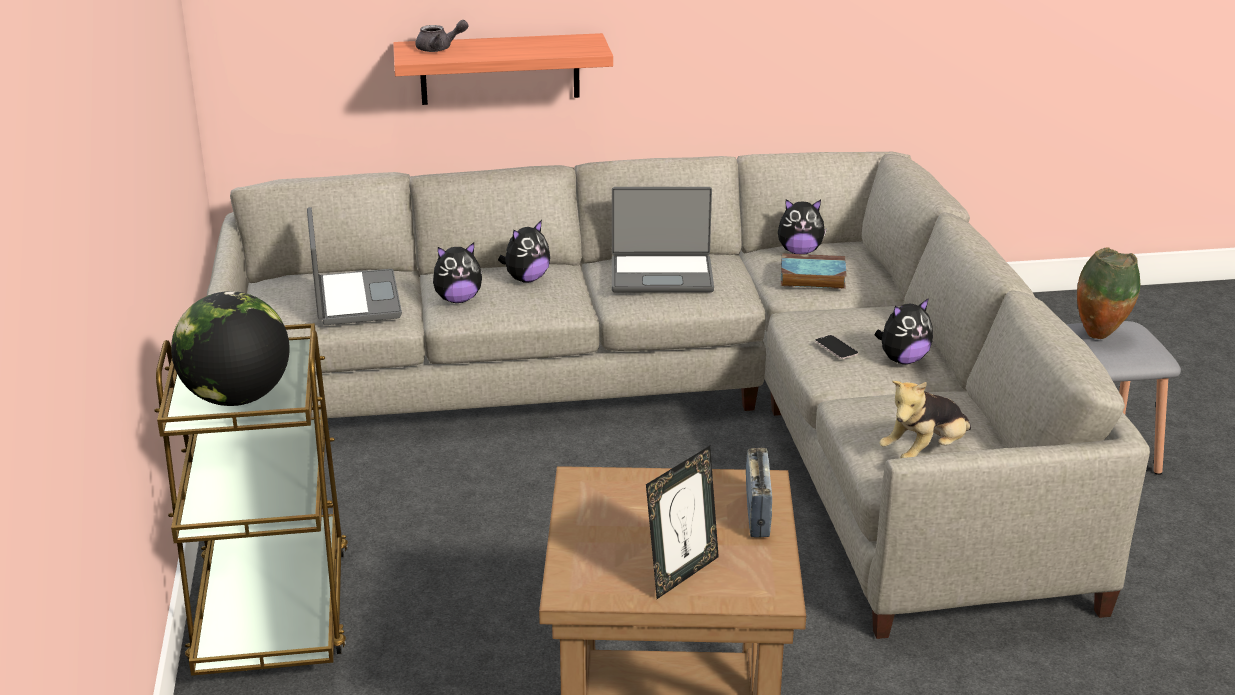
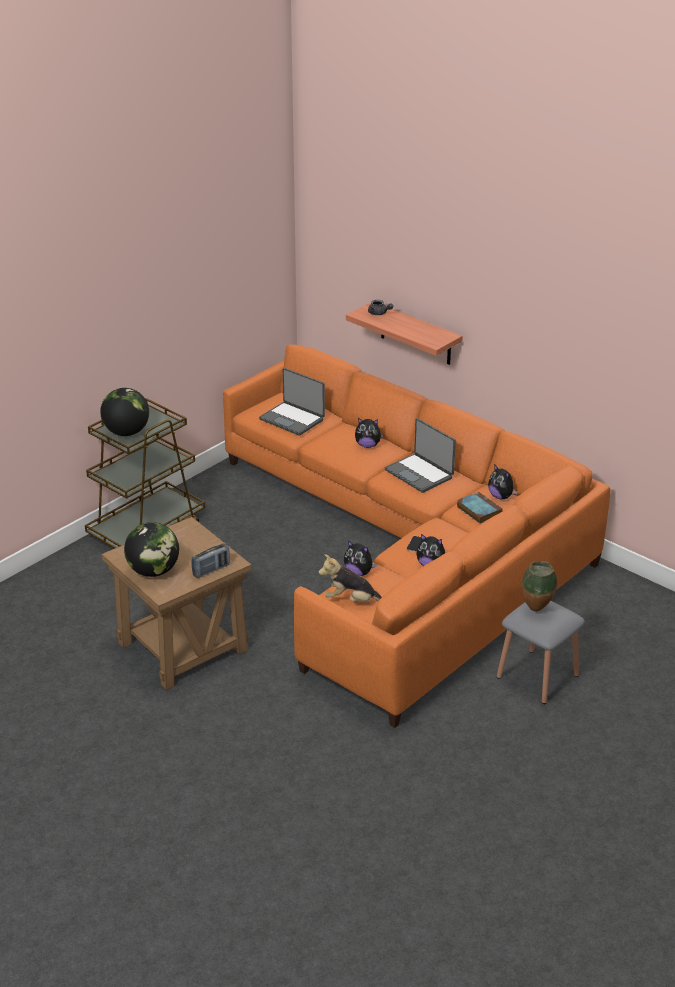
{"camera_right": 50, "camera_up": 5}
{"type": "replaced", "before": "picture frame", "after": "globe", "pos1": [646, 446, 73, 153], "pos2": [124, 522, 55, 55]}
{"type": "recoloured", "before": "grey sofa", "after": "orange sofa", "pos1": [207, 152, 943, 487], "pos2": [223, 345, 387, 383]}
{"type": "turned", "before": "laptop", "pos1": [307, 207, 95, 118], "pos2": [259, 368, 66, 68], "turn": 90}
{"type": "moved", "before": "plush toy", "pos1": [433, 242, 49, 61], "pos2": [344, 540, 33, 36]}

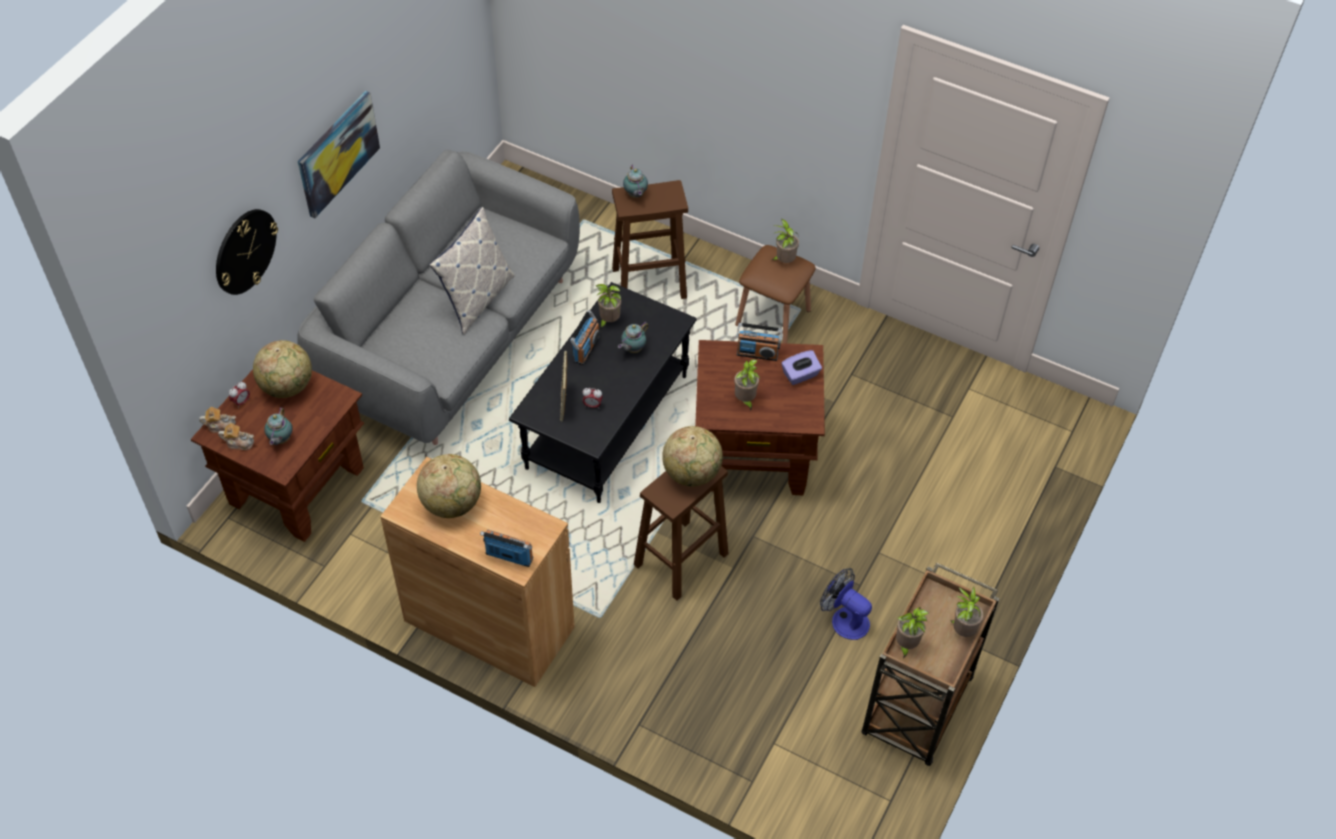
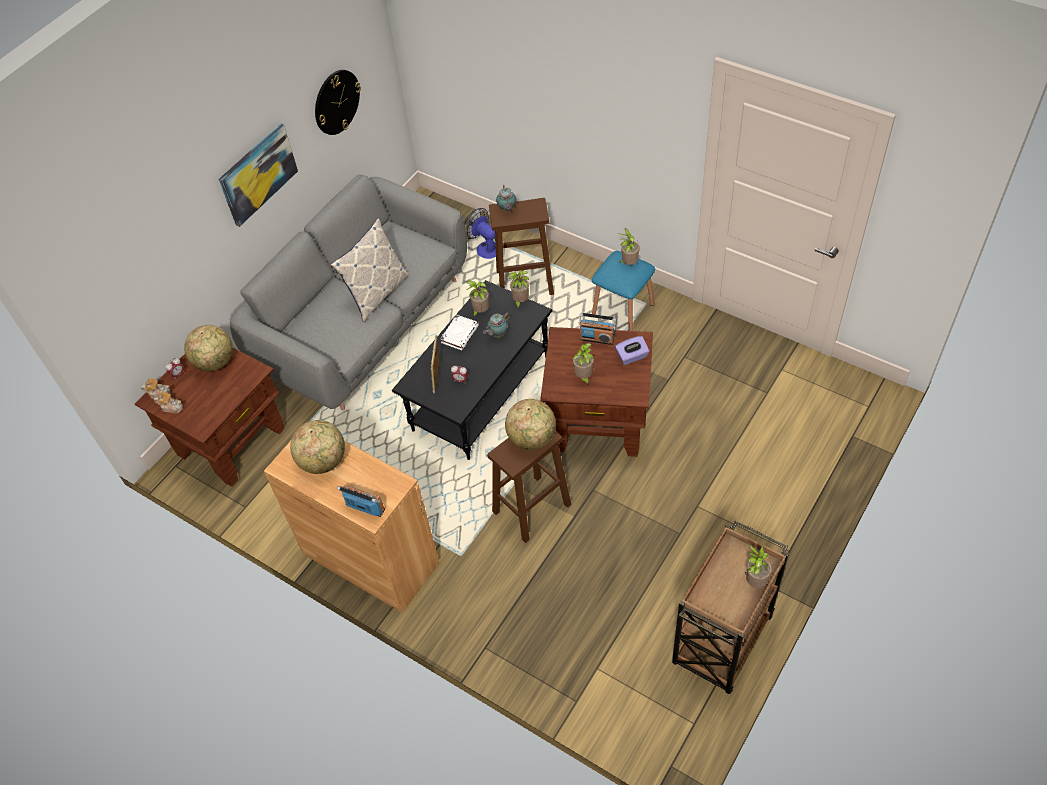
{"camera_right": 10, "camera_up": 0}
{"type": "moved", "before": "wall clock", "pos1": [216, 209, 62, 86], "pos2": [315, 70, 46, 65]}
{"type": "replaced", "before": "radio", "after": "white book", "pos1": [570, 310, 30, 55], "pos2": [440, 315, 39, 35]}
{"type": "moved", "before": "fan", "pos1": [820, 568, 52, 72], "pos2": [464, 208, 32, 51]}
{"type": "moved", "before": "potted plant", "pos1": [896, 607, 33, 51], "pos2": [508, 270, 21, 39]}
{"type": "recoloured", "before": "brown stool", "after": "blue stool", "pos1": [735, 245, 81, 99], "pos2": [592, 251, 63, 80]}
{"type": "removed", "before": "teapot", "pos1": [264, 408, 29, 37]}

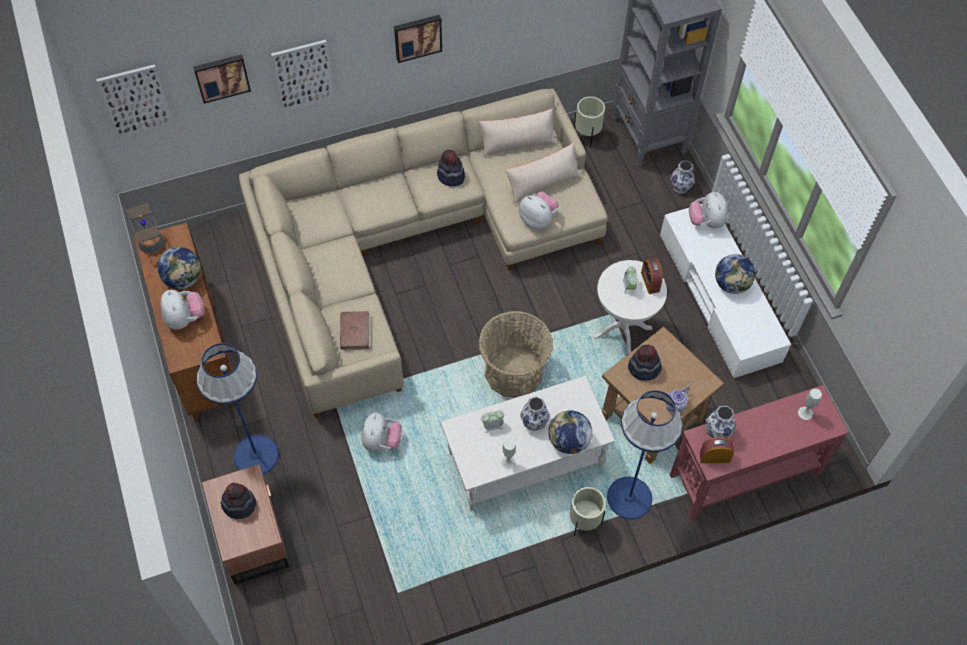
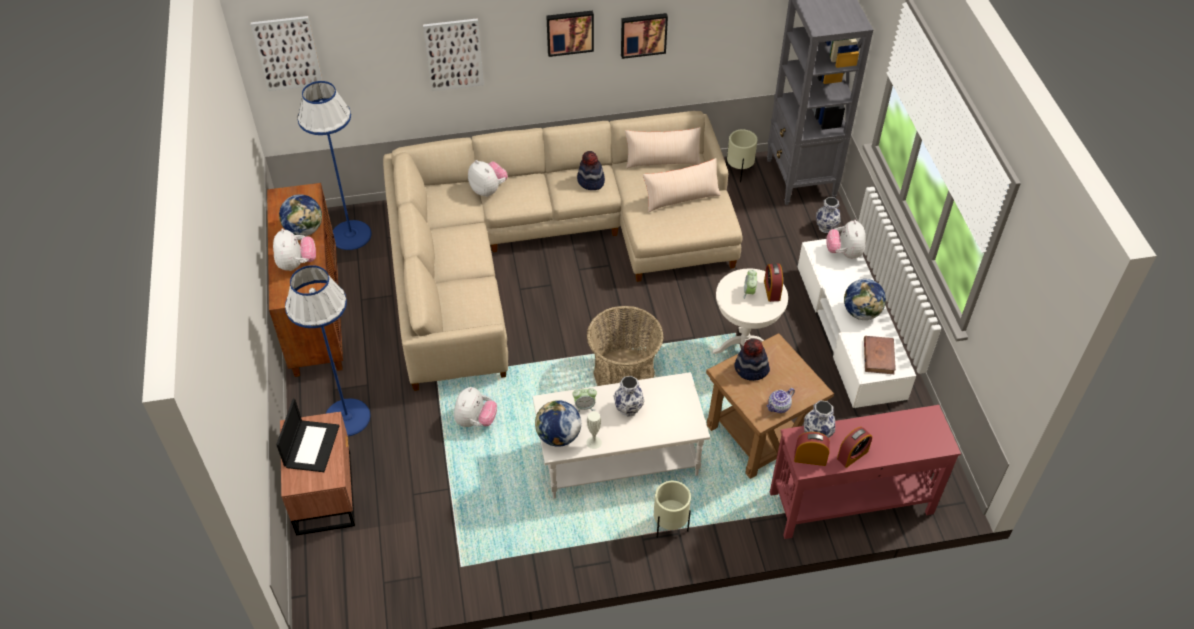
{"camera_right": 10, "camera_up": -10}
{"type": "replaced", "before": "hat", "after": "laptop", "pos1": [221, 483, 35, 36], "pos2": [276, 399, 63, 73]}
{"type": "moved", "before": "blue floor lamp", "pos1": [607, 390, 76, 129], "pos2": [297, 81, 75, 169]}
{"type": "moved", "before": "plush toy", "pos1": [519, 191, 40, 38], "pos2": [468, 160, 40, 37]}
{"type": "moved", "before": "globe", "pos1": [548, 410, 45, 44], "pos2": [535, 400, 46, 47]}
{"type": "moved", "before": "picture", "pos1": [193, 54, 58, 50], "pos2": [621, 13, 47, 46]}
{"type": "added", "after": "alarm clock", "pos2": [837, 427, 35, 41]}
{"type": "moved", "before": "brown book", "pos1": [340, 311, 30, 39], "pos2": [864, 336, 32, 38]}
{"type": "removed", "before": "table lamp", "pos1": [126, 201, 38, 53]}
{"type": "removed", "before": "white vase", "pos1": [798, 389, 24, 31]}

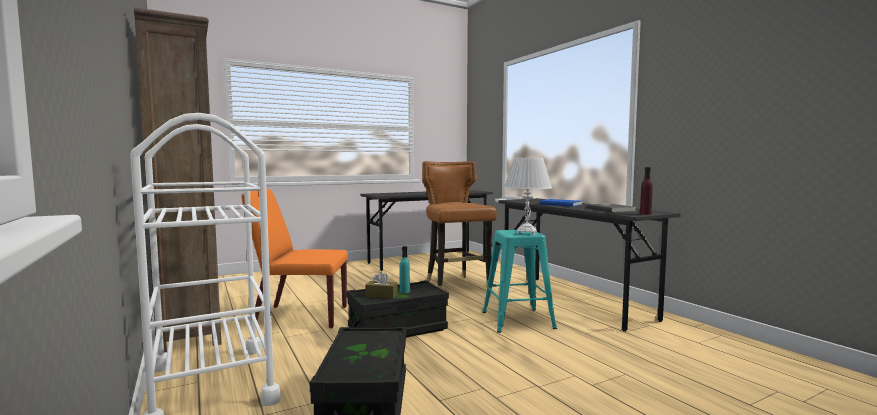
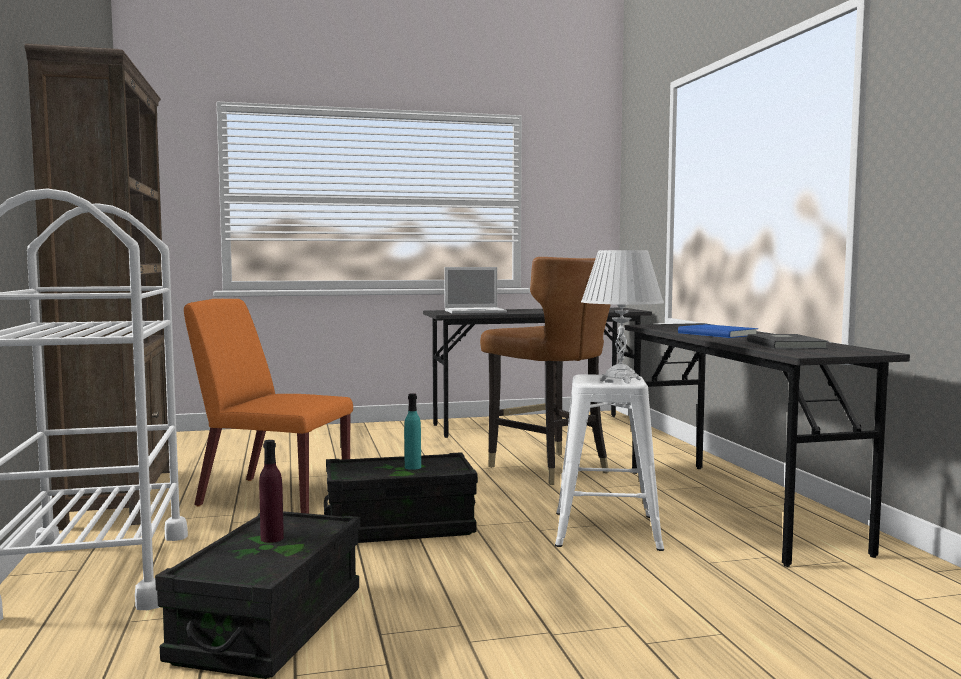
{"camera_right": 15, "camera_up": 0}
{"type": "moved", "before": "purple bottle", "pos1": [640, 167, 13, 48], "pos2": [259, 440, 25, 103]}
{"type": "added", "after": "laptop", "pos2": [444, 267, 63, 47]}
{"type": "turned", "before": "brown chair", "pos1": [422, 161, 75, 128], "pos2": [480, 257, 131, 228], "turn": 150}
{"type": "recoloured", "before": "turquoise stool", "after": "white stool", "pos1": [482, 230, 75, 103], "pos2": [555, 374, 109, 177]}
{"type": "removed", "before": "brown tissue box", "pos1": [365, 272, 33, 27]}

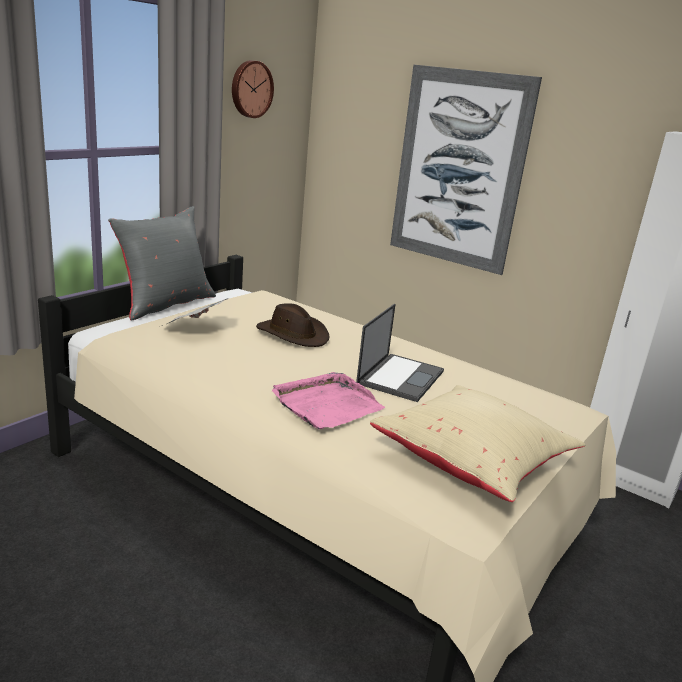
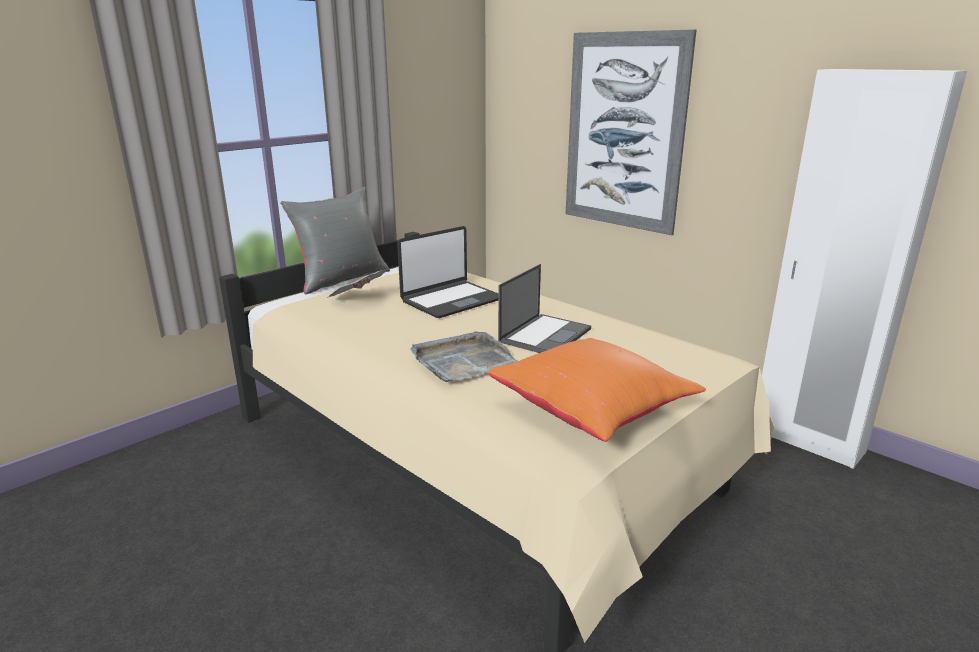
{"camera_right": 10, "camera_up": 0}
{"type": "replaced", "before": "brown hat", "after": "laptop", "pos1": [256, 303, 73, 44], "pos2": [397, 226, 101, 92]}
{"type": "recoloured", "before": "pink tray", "after": "grey tray", "pos1": [272, 372, 113, 58], "pos2": [410, 331, 107, 51]}
{"type": "recoloured", "before": "beige pillow", "after": "orange pillow", "pos1": [370, 385, 215, 117], "pos2": [488, 338, 218, 104]}
{"type": "removed", "before": "wall clock", "pos1": [232, 60, 42, 58]}

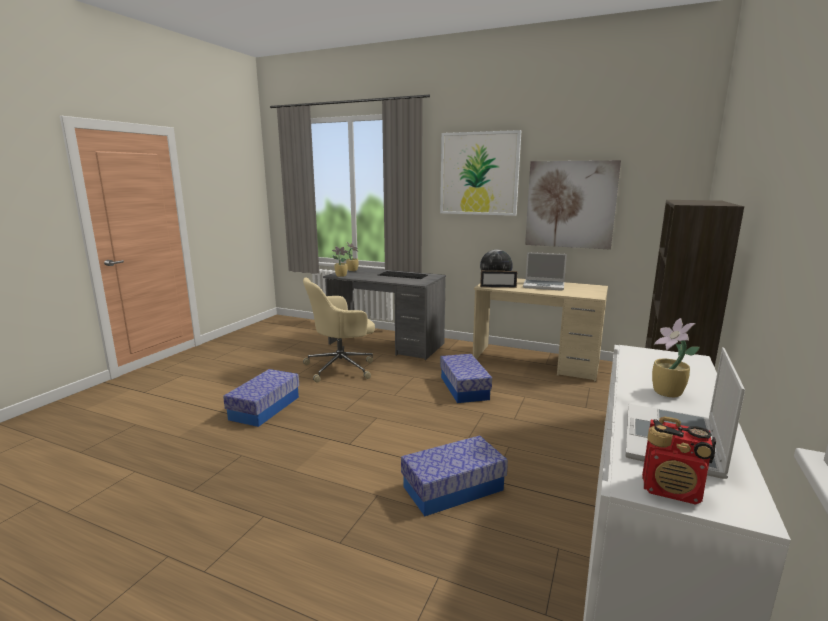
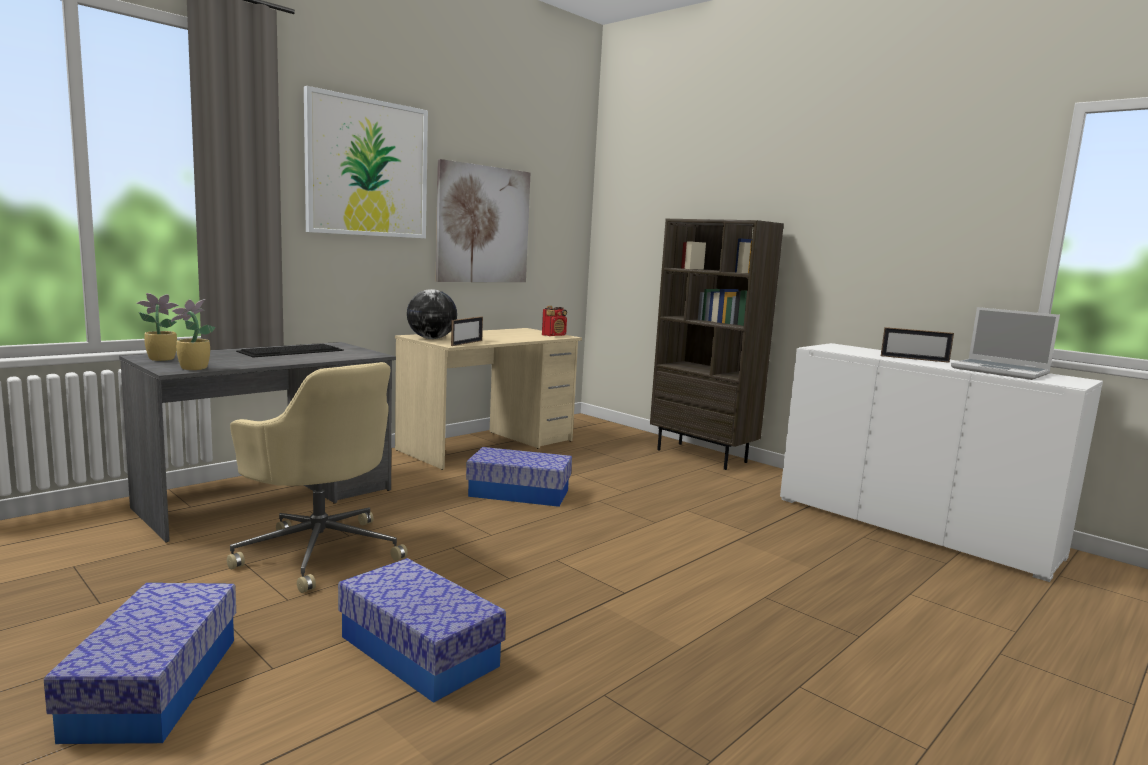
{"camera_right": -70, "camera_up": -5}
{"type": "moved", "before": "storage box", "pos1": [401, 435, 107, 81], "pos2": [44, 583, 192, 161]}
{"type": "turned", "before": "beige office chair", "pos1": [303, 277, 72, 106], "pos2": [227, 362, 181, 231], "turn": -45}
{"type": "moved", "before": "radio", "pos1": [642, 416, 74, 89], "pos2": [542, 306, 25, 30]}
{"type": "replaced", "before": "potted plant", "after": "picture frame", "pos1": [652, 318, 48, 79], "pos2": [881, 327, 73, 36]}
{"type": "removed", "before": "laptop", "pos1": [523, 252, 44, 39]}

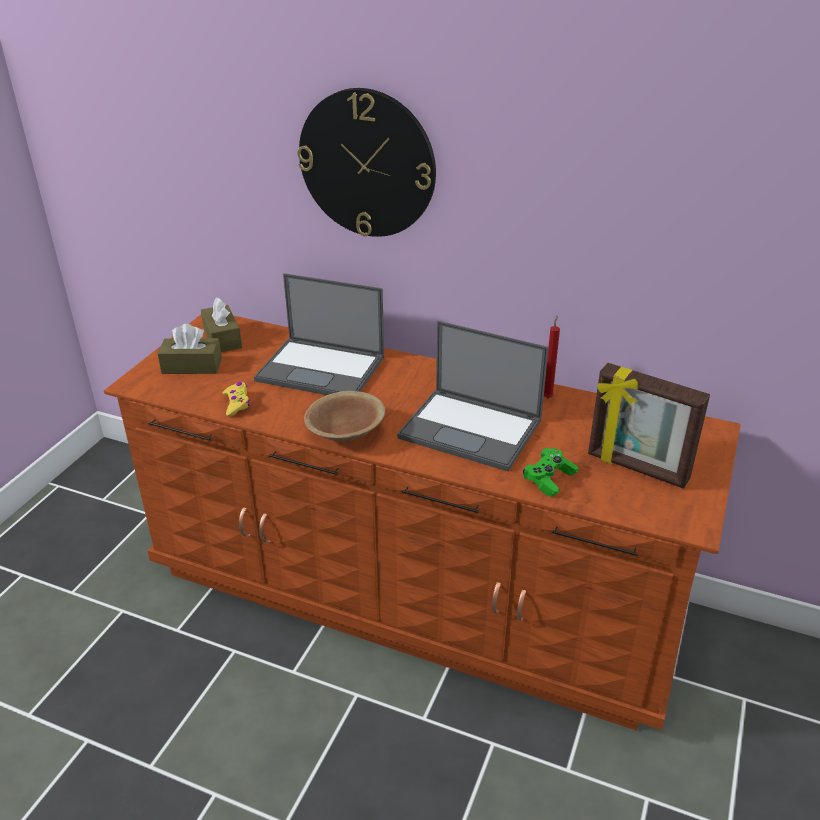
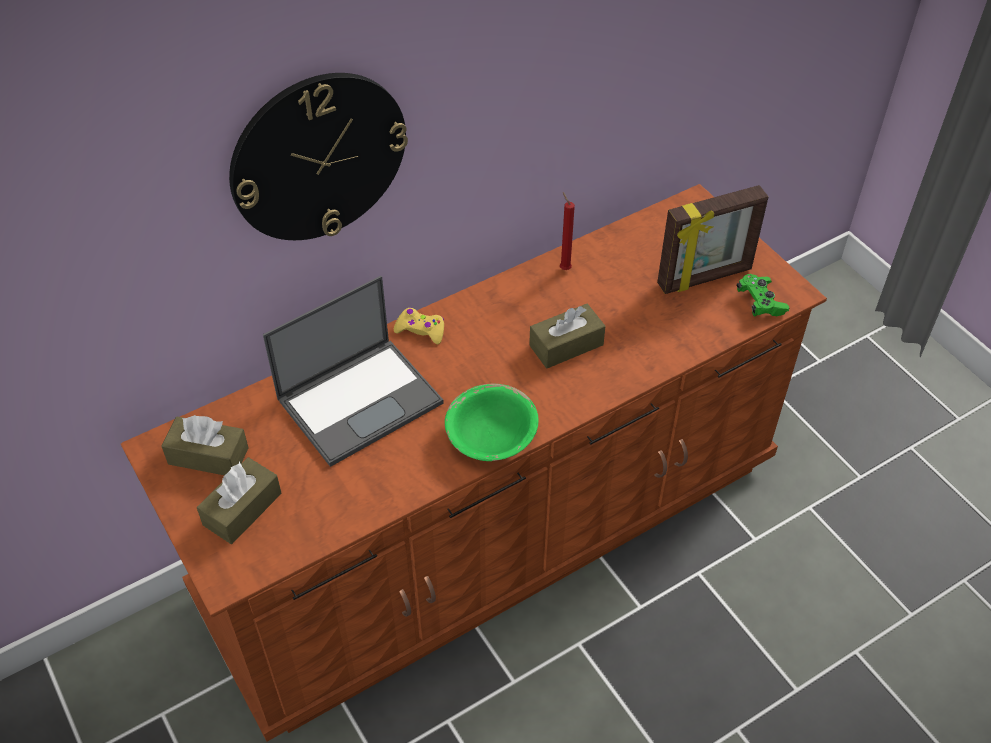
{"camera_right": -55, "camera_up": 15}
{"type": "moved", "before": "yellow game controller", "pos1": [223, 382, 27, 35], "pos2": [394, 308, 50, 36]}
{"type": "recoloured", "before": "brown bowl", "after": "green bowl", "pos1": [304, 391, 81, 51], "pos2": [445, 384, 94, 77]}
{"type": "replaced", "before": "laptop", "after": "brown tissue box", "pos1": [397, 321, 152, 150], "pos2": [529, 304, 77, 64]}
{"type": "moved", "before": "green game controller", "pos1": [523, 448, 56, 49], "pos2": [737, 274, 52, 43]}

